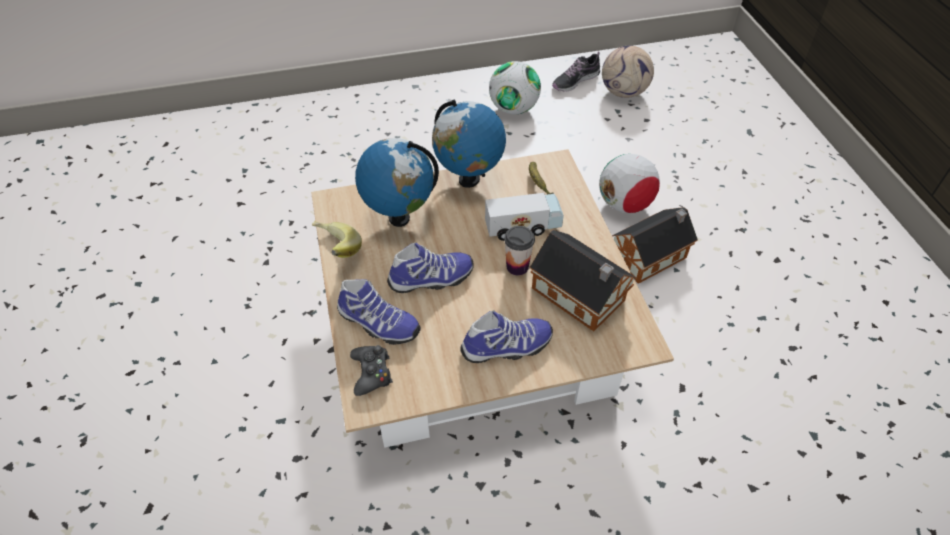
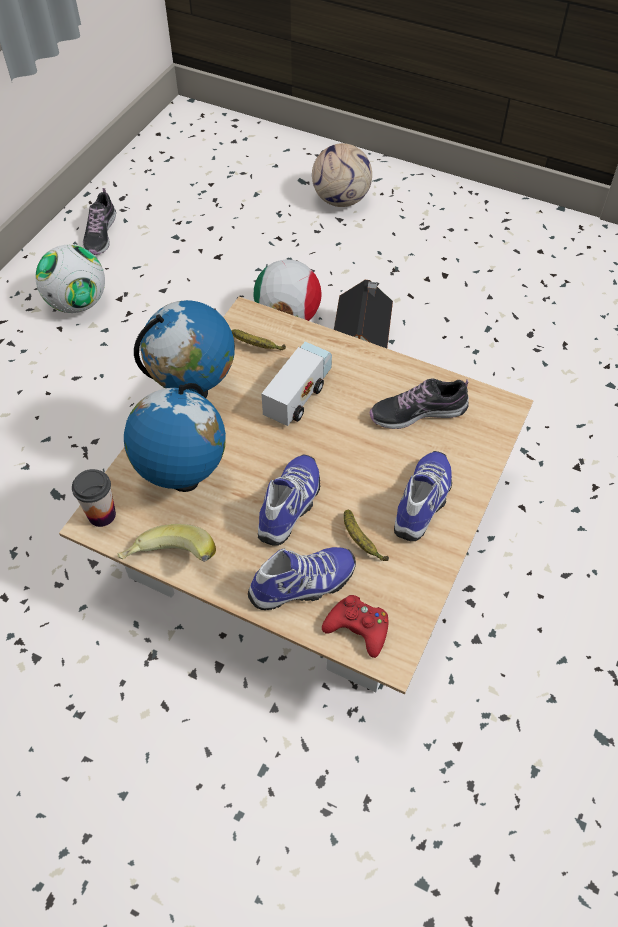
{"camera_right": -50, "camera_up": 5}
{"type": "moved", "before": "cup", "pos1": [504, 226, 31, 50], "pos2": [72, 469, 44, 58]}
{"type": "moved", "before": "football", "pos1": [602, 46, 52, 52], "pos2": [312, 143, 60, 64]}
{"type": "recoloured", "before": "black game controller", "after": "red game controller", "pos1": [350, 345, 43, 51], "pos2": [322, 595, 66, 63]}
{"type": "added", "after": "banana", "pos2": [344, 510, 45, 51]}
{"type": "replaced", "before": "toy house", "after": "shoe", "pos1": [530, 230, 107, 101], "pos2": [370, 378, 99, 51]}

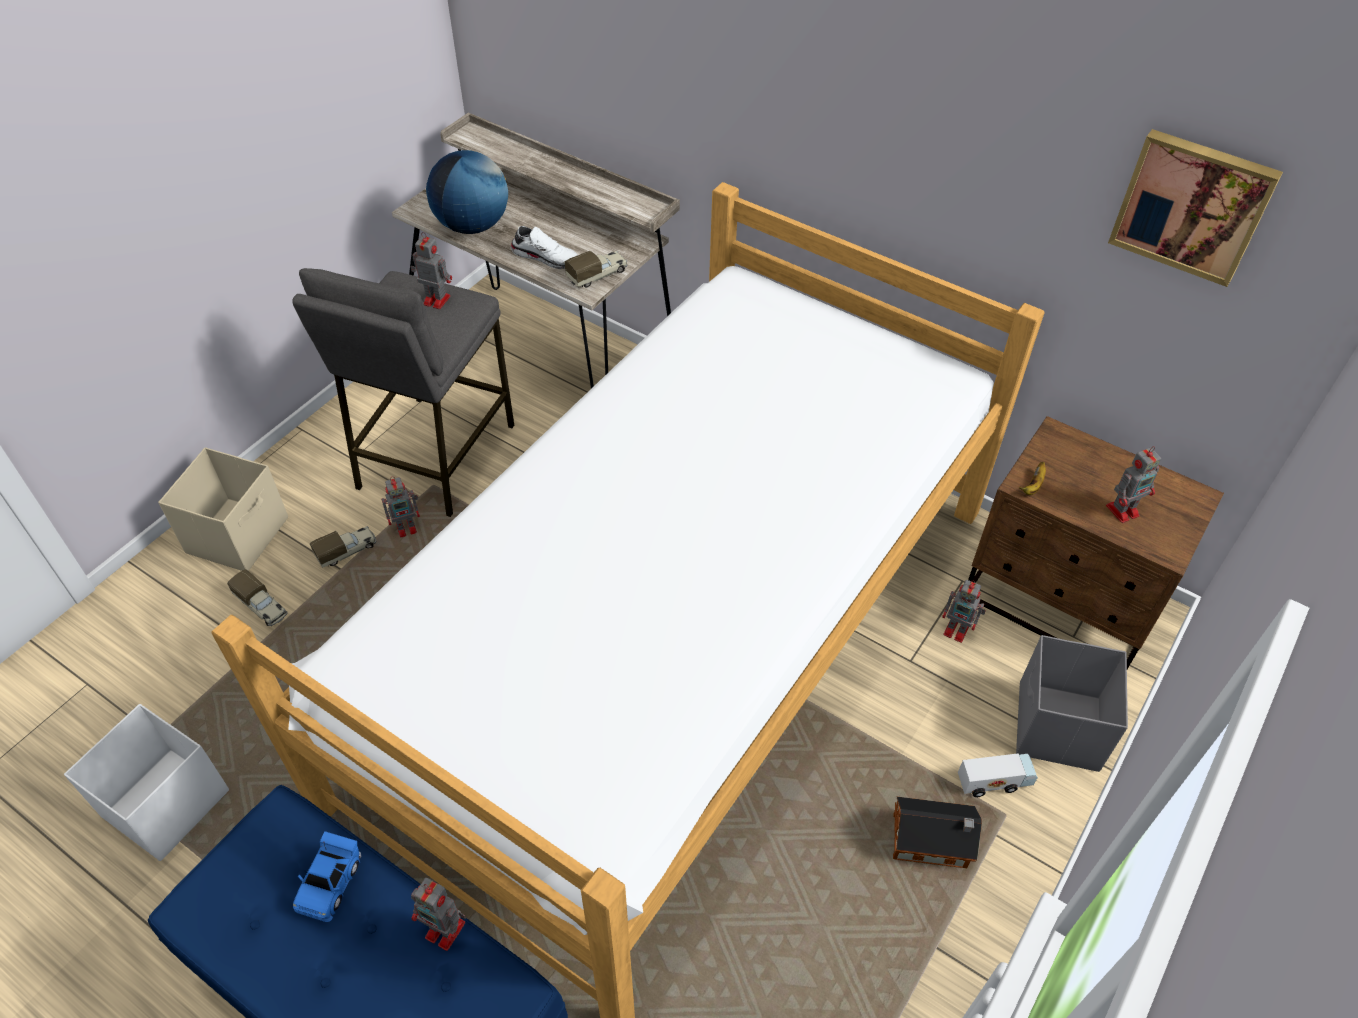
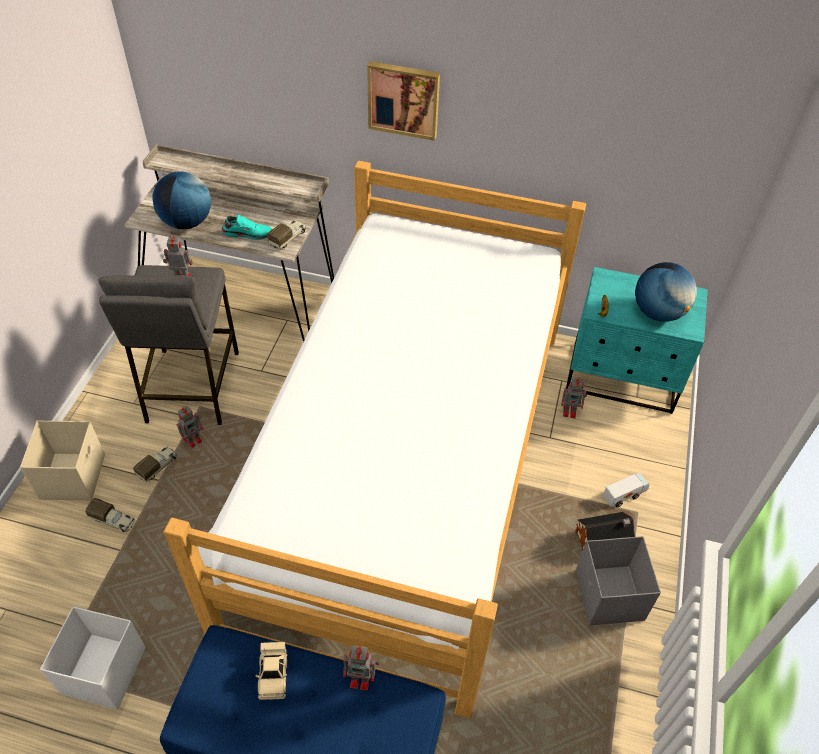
{"camera_right": -20, "camera_up": 0}
{"type": "recoloured", "before": "white shoe", "after": "turquoise shoe", "pos1": [510, 226, 68, 43], "pos2": [222, 215, 50, 25]}
{"type": "recoloured", "before": "blue toy car", "after": "beige toy car", "pos1": [293, 831, 68, 91], "pos2": [256, 642, 32, 58]}
{"type": "moved", "before": "picture", "pos1": [1108, 129, 175, 158], "pos2": [367, 61, 73, 80]}
{"type": "recoloured", "before": "brown nightstand", "after": "turquoise nightstand", "pos1": [968, 416, 256, 253], "pos2": [566, 267, 142, 147]}
{"type": "moved", "before": "grey storage box", "pos1": [1016, 635, 112, 137], "pos2": [576, 536, 85, 89]}
{"type": "replaced", "before": "toy robot", "after": "globe", "pos1": [1106, 446, 55, 77], "pos2": [635, 262, 62, 60]}

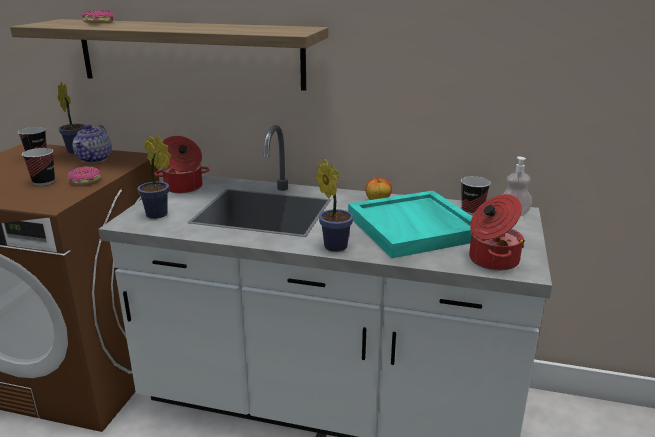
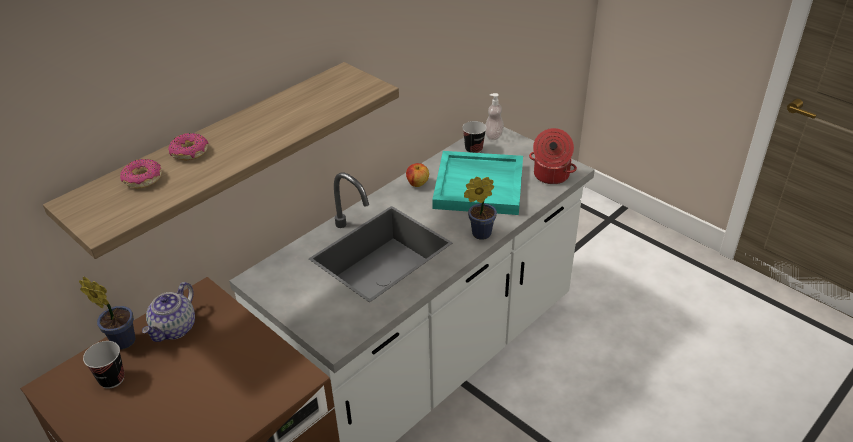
{"camera_right": -60, "camera_up": 15}
{"type": "turned", "before": "teapot", "pos1": [72, 125, 40, 38], "pos2": [142, 282, 53, 60], "turn": 75}
{"type": "moved", "before": "donut", "pos1": [68, 166, 32, 19], "pos2": [168, 133, 40, 28]}
{"type": "removed", "before": "cup", "pos1": [22, 148, 33, 38]}
{"type": "removed", "before": "potted plant", "pos1": [137, 135, 34, 84]}
{"type": "removed", "before": "cooking pot", "pos1": [154, 136, 56, 57]}

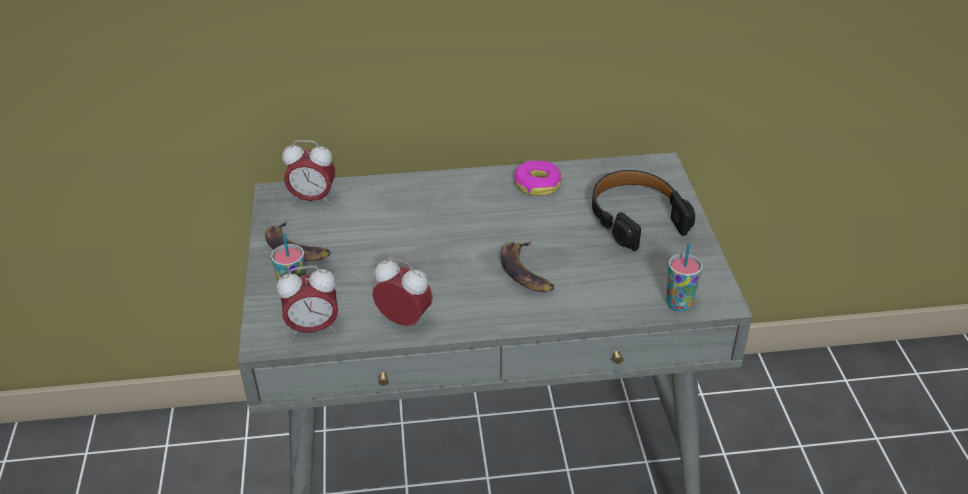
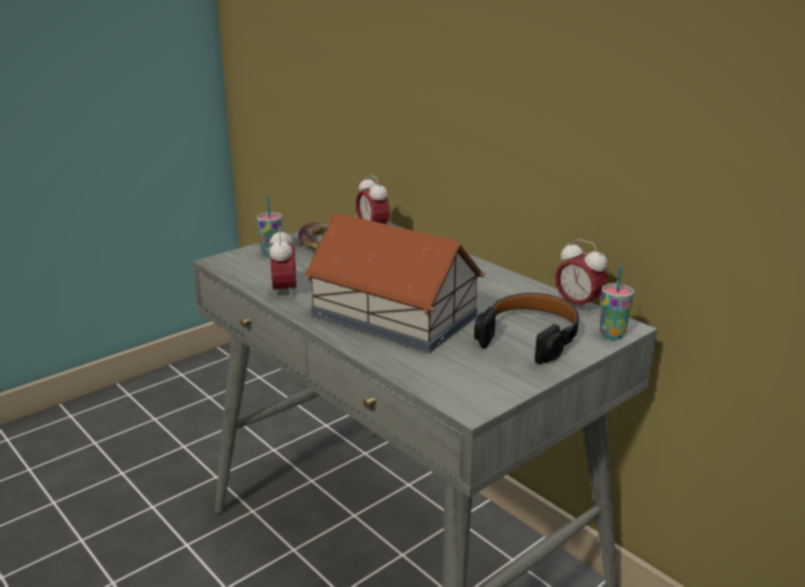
{"camera_right": 55, "camera_up": -15}
{"type": "replaced", "before": "banana", "after": "toy house", "pos1": [501, 241, 53, 51], "pos2": [304, 213, 181, 140]}
{"type": "moved", "before": "alarm clock", "pos1": [277, 266, 61, 72], "pos2": [555, 239, 53, 75]}
{"type": "moved", "before": "cup", "pos1": [666, 243, 36, 69], "pos2": [600, 266, 34, 74]}
{"type": "removed", "before": "donut", "pos1": [514, 160, 47, 36]}

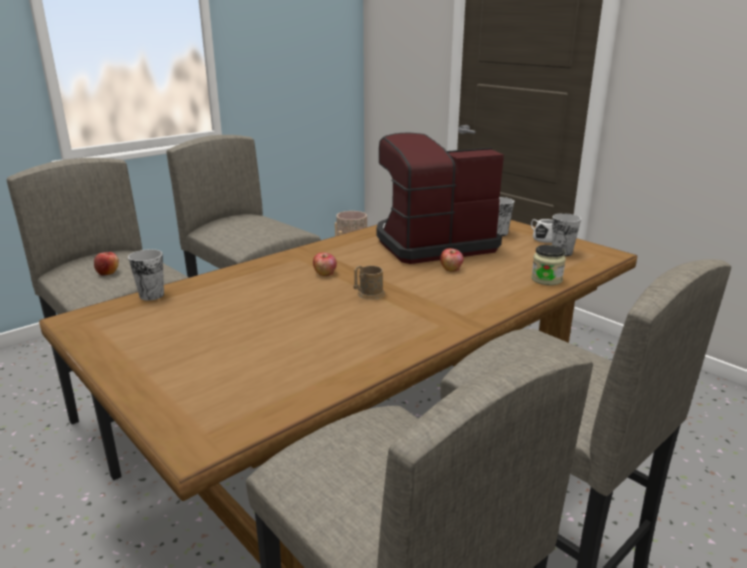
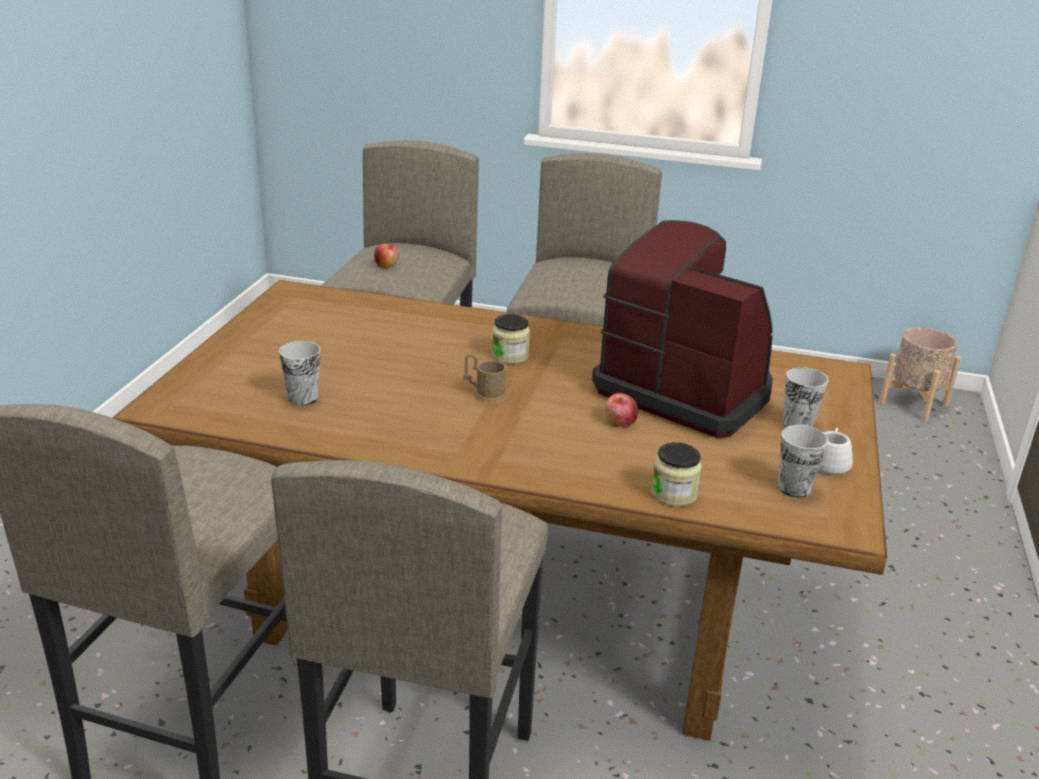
{"camera_right": 55, "camera_up": 5}
{"type": "moved", "before": "cup", "pos1": [128, 249, 36, 51], "pos2": [279, 341, 42, 65]}
{"type": "replaced", "before": "apple", "after": "jar", "pos1": [313, 252, 24, 24], "pos2": [492, 314, 38, 50]}

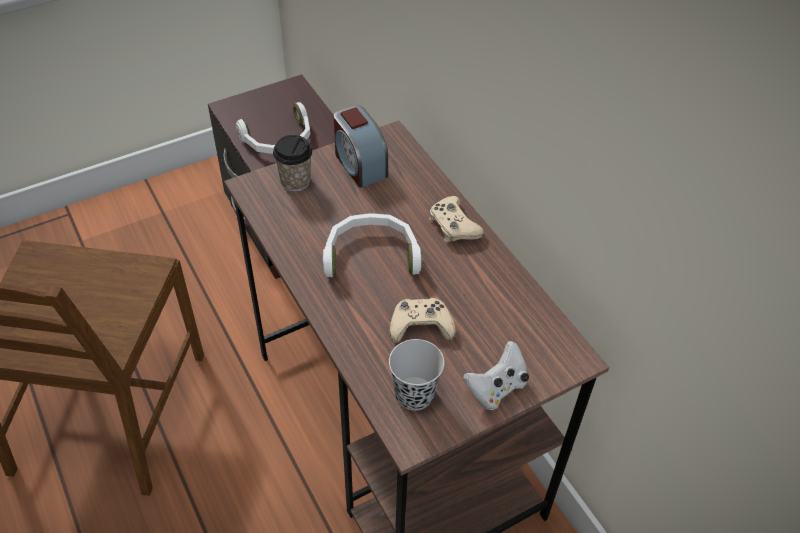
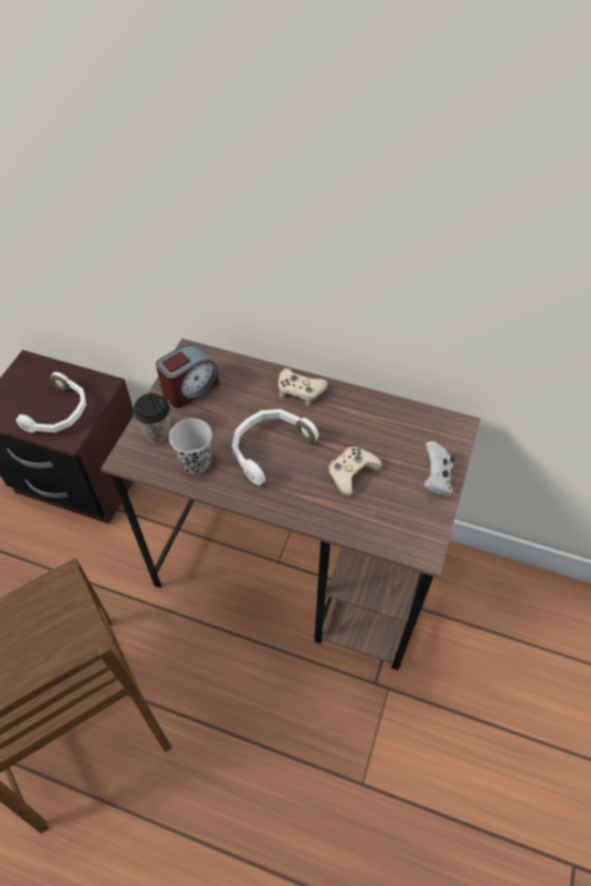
{"camera_right": -40, "camera_up": 5}
{"type": "turned", "before": "alarm clock", "pos1": [334, 106, 54, 82], "pos2": [156, 345, 63, 63], "turn": -60}
{"type": "moved", "before": "black cup", "pos1": [389, 339, 55, 72], "pos2": [169, 418, 43, 56]}

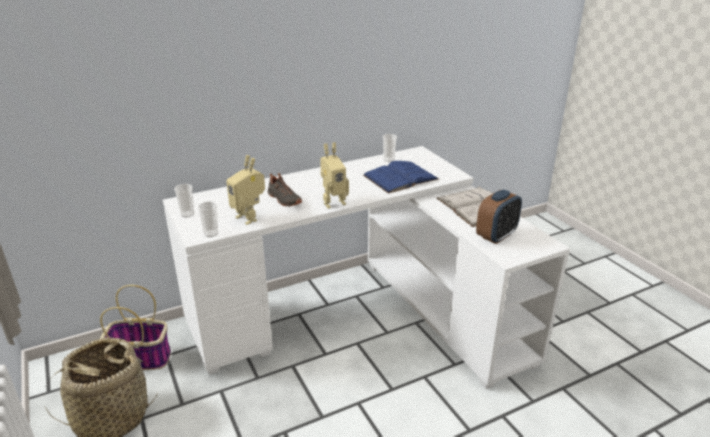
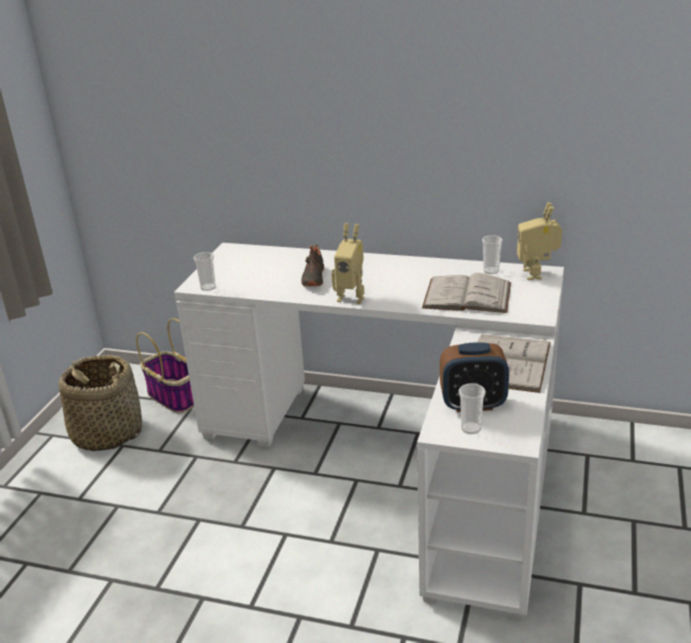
{"camera_right": 45, "camera_up": 0}
{"type": "recoloured", "before": "blue book", "after": "white book", "pos1": [363, 161, 76, 33], "pos2": [422, 273, 89, 40]}
{"type": "moved", "before": "cup", "pos1": [174, 184, 20, 34], "pos2": [459, 383, 27, 51]}
{"type": "moved", "before": "toy robot", "pos1": [226, 155, 39, 70], "pos2": [517, 202, 45, 78]}

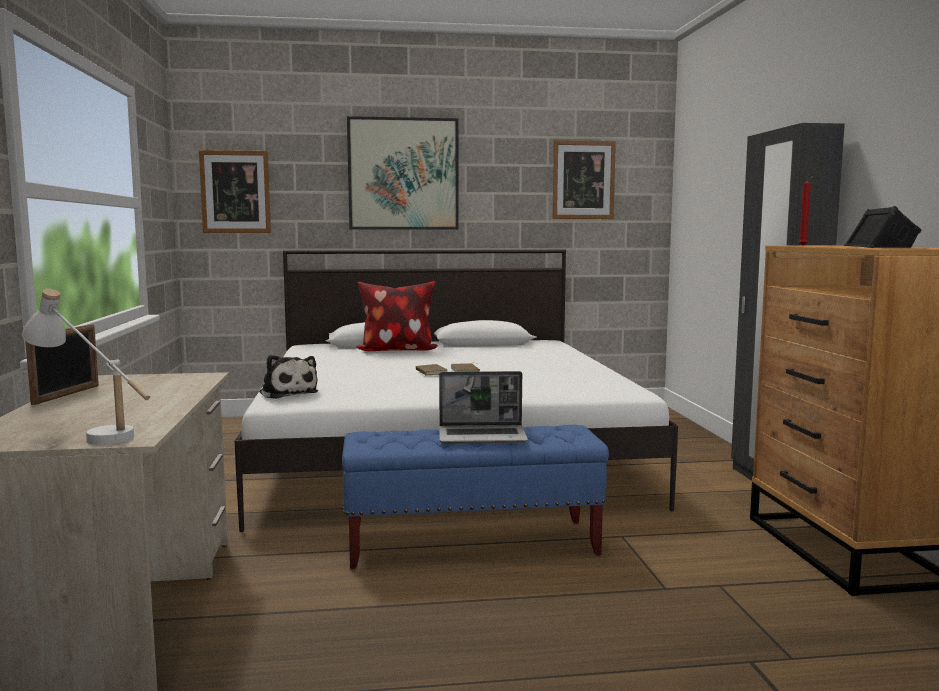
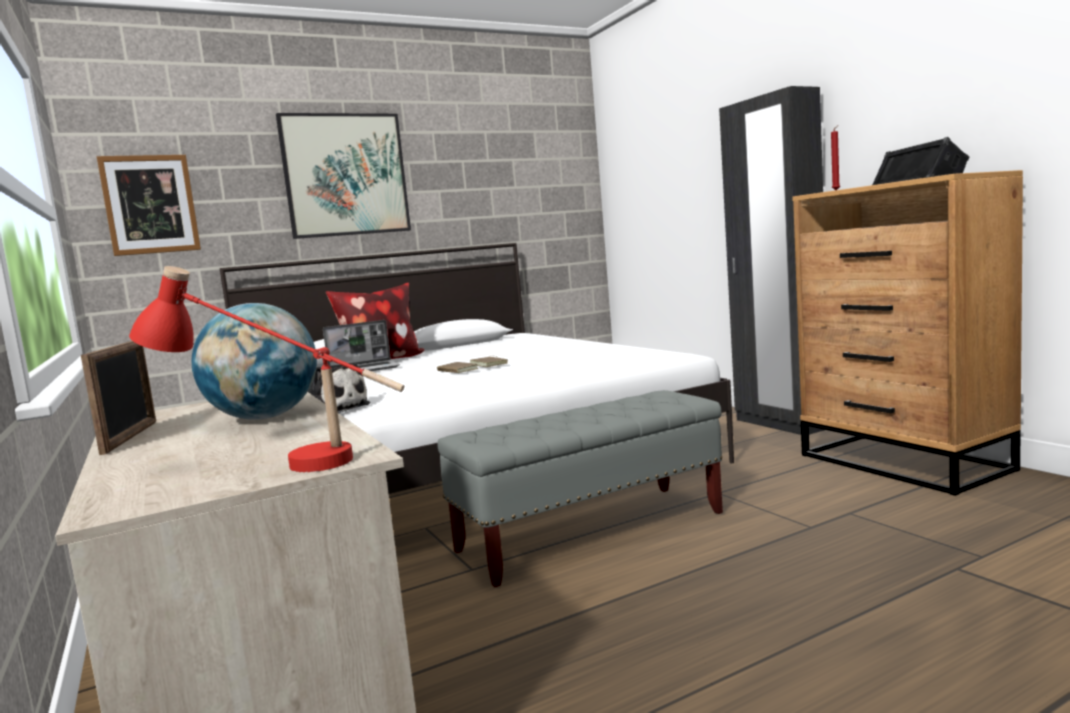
{"camera_right": -20, "camera_up": 0}
{"type": "recoloured", "before": "white table lamp", "after": "red table lamp", "pos1": [22, 289, 128, 156], "pos2": [129, 266, 275, 206]}
{"type": "added", "after": "globe", "pos2": [192, 303, 125, 117]}
{"type": "moved", "before": "laptop", "pos1": [439, 371, 89, 73], "pos2": [323, 320, 77, 51]}
{"type": "recoloured", "before": "blue bench", "after": "grey bench", "pos1": [342, 425, 267, 144], "pos2": [437, 390, 286, 197]}
{"type": "removed", "before": "picture", "pos1": [553, 140, 63, 79]}

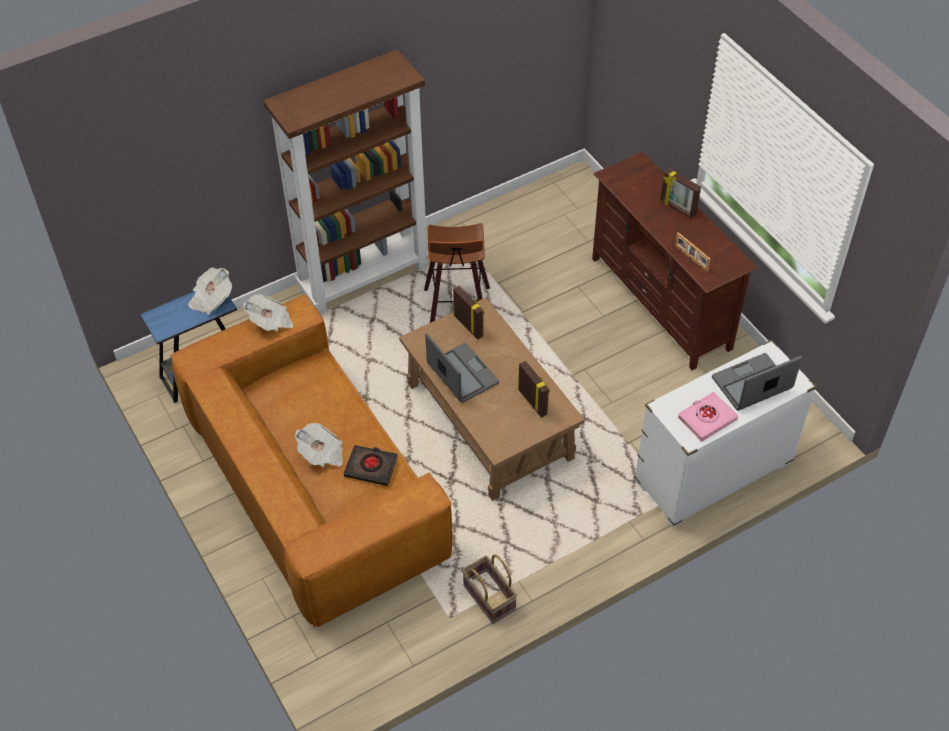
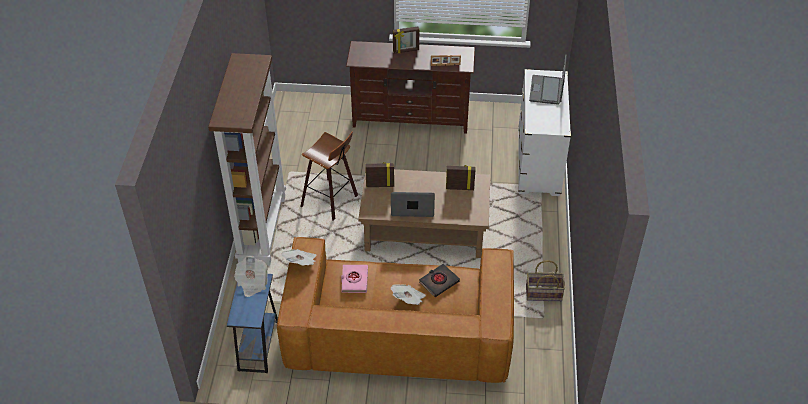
{"camera_right": -55, "camera_up": -5}
{"type": "moved", "before": "pink book", "pos1": [677, 392, 61, 50], "pos2": [341, 265, 27, 28]}

